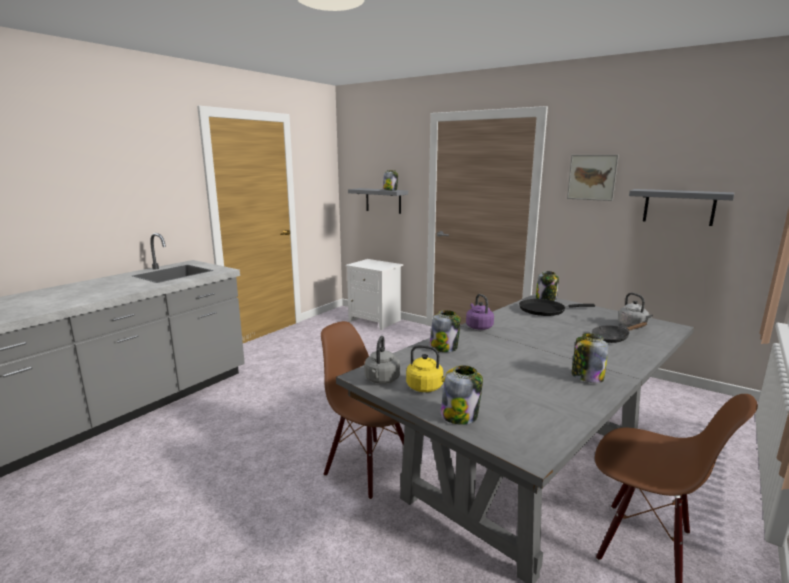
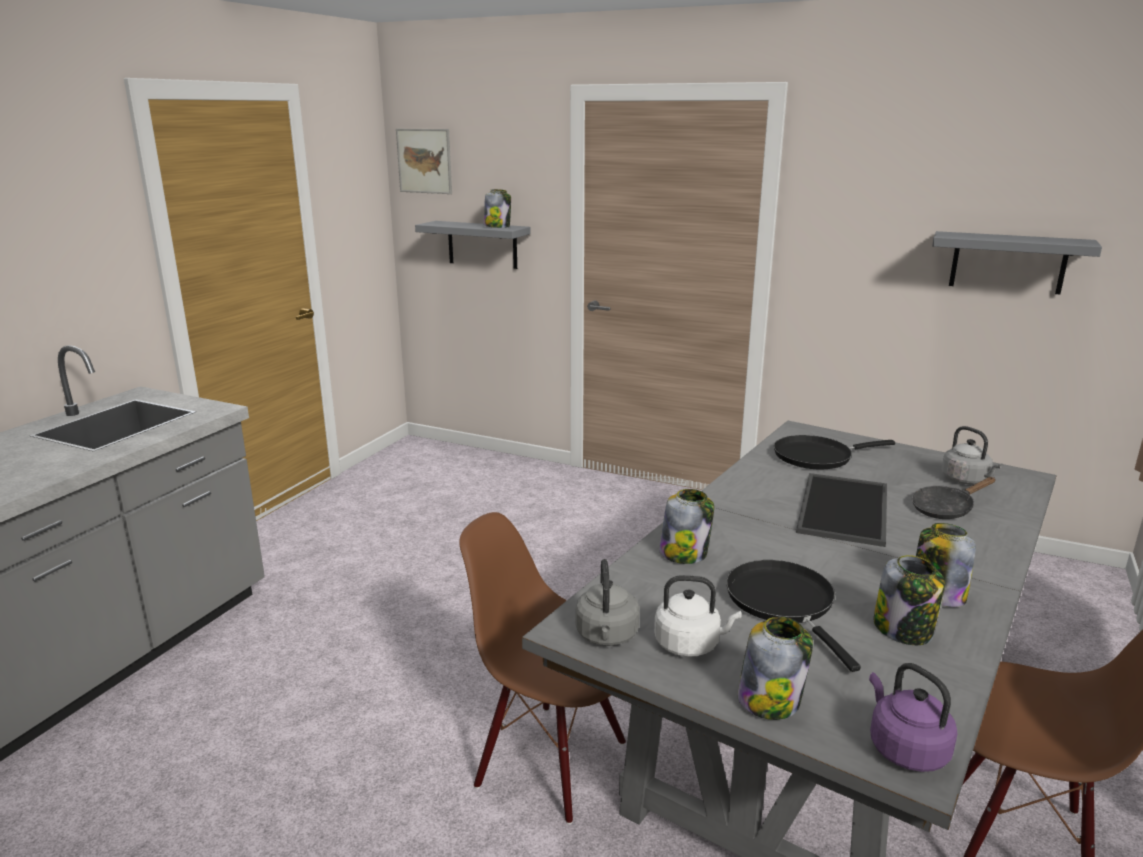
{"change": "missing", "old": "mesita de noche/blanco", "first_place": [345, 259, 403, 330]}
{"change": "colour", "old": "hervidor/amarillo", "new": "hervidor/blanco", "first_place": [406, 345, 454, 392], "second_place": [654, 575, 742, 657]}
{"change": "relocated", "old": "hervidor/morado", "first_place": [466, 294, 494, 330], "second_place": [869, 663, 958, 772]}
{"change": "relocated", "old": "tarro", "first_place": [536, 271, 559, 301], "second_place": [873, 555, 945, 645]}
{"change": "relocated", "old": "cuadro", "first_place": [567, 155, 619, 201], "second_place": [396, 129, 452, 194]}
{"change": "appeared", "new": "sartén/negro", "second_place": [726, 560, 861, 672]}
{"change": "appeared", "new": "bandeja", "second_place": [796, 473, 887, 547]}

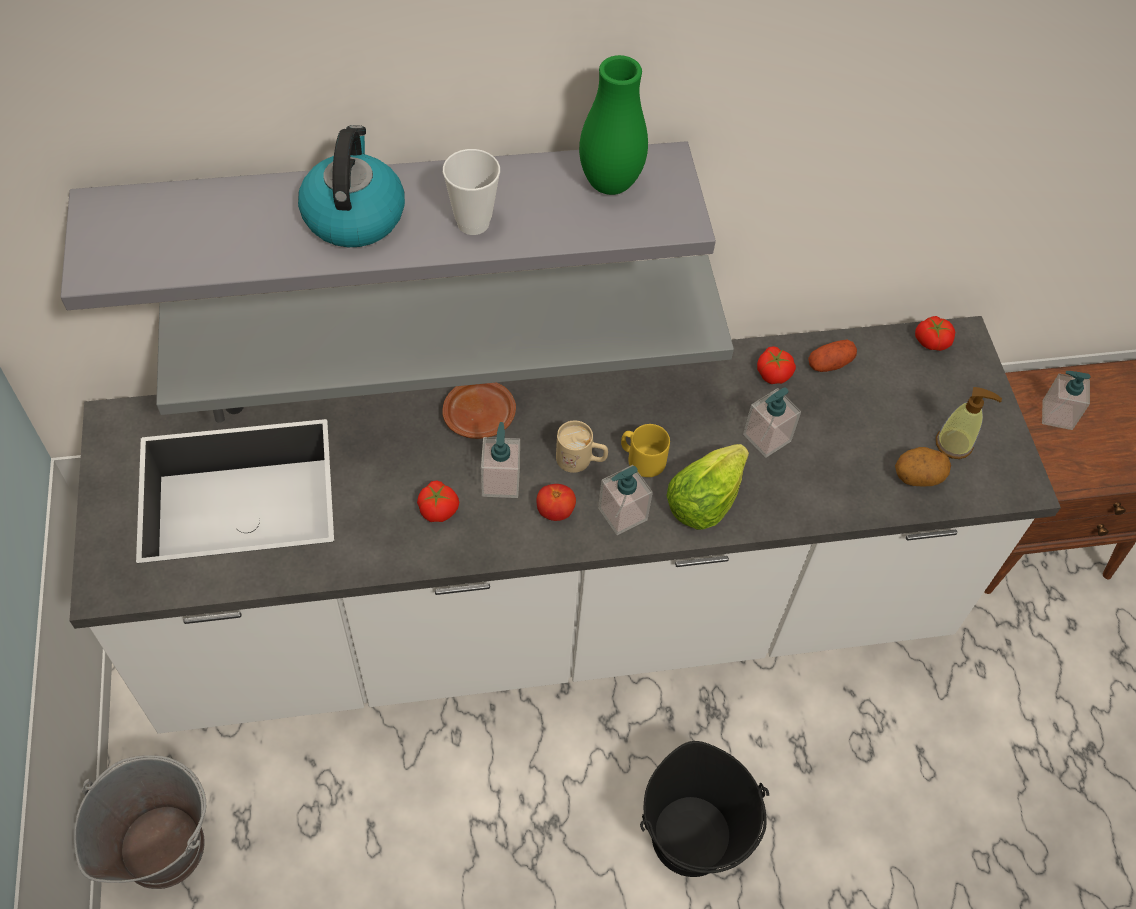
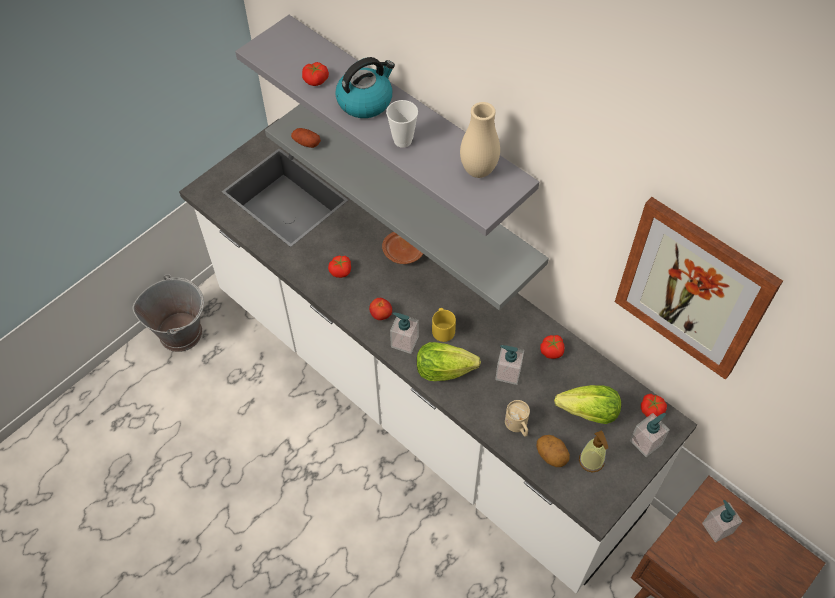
{"change": "relocated", "old": "dispensador de jabón", "first_place": [481, 422, 520, 498], "second_place": [630, 413, 670, 457]}
{"change": "relocated", "old": "taza grande/beis", "first_place": [556, 420, 608, 473], "second_place": [505, 400, 530, 437]}
{"change": "colour", "old": "florero/verde", "new": "florero/beis", "first_place": [579, 55, 648, 195], "second_place": [460, 102, 500, 178]}
{"change": "missing", "old": "cubo/negro", "first_place": [640, 741, 769, 877]}
{"change": "relocated", "old": "patata", "first_place": [808, 340, 857, 372], "second_place": [291, 128, 321, 148]}
{"change": "appeared", "new": "tomate", "second_place": [302, 62, 329, 86]}
{"change": "appeared", "new": "lechuga", "second_place": [554, 385, 621, 424]}
{"change": "appeared", "new": "cuadro", "second_place": [615, 197, 783, 380]}

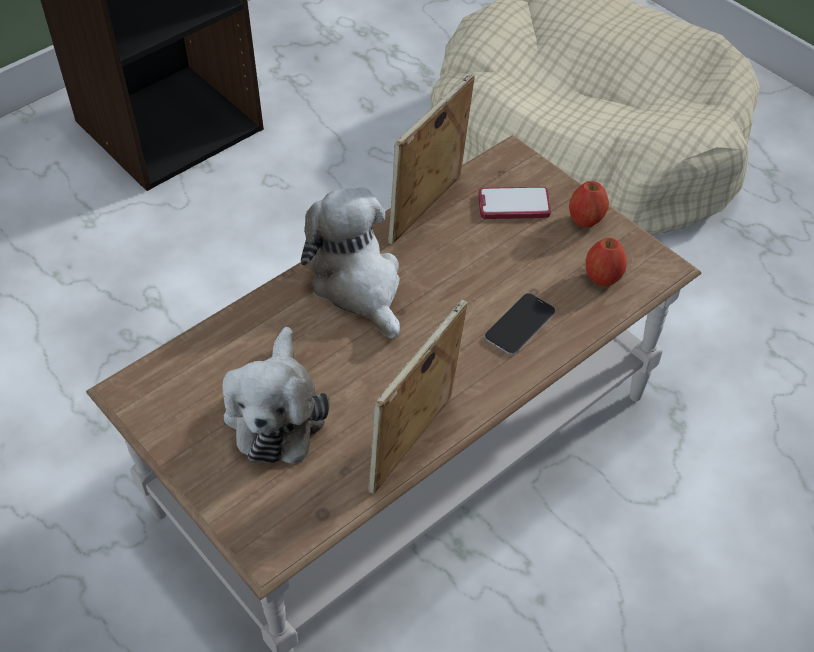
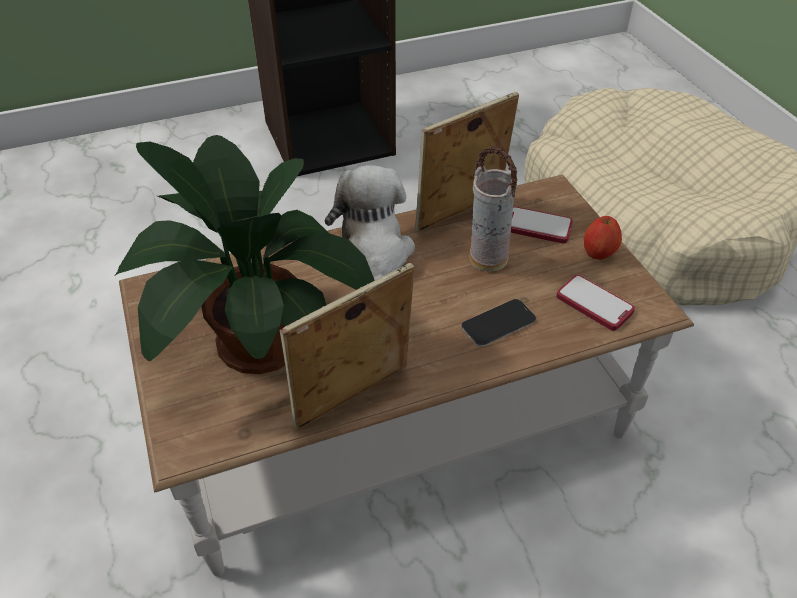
{"change": "exchanged", "old": "peluche", "new": "planta en maceta", "first_place": [222, 327, 330, 463], "second_place": [114, 135, 375, 374]}
{"change": "exchanged", "old": "manzana", "new": "móvil", "first_place": [586, 238, 627, 287], "second_place": [556, 275, 635, 331]}
{"change": "appeared", "new": "florero", "second_place": [469, 146, 517, 272]}

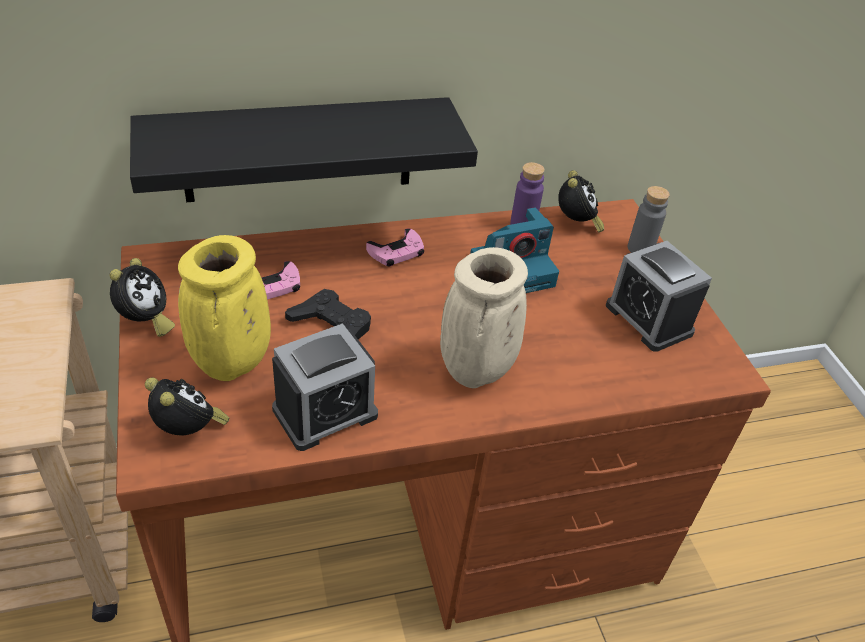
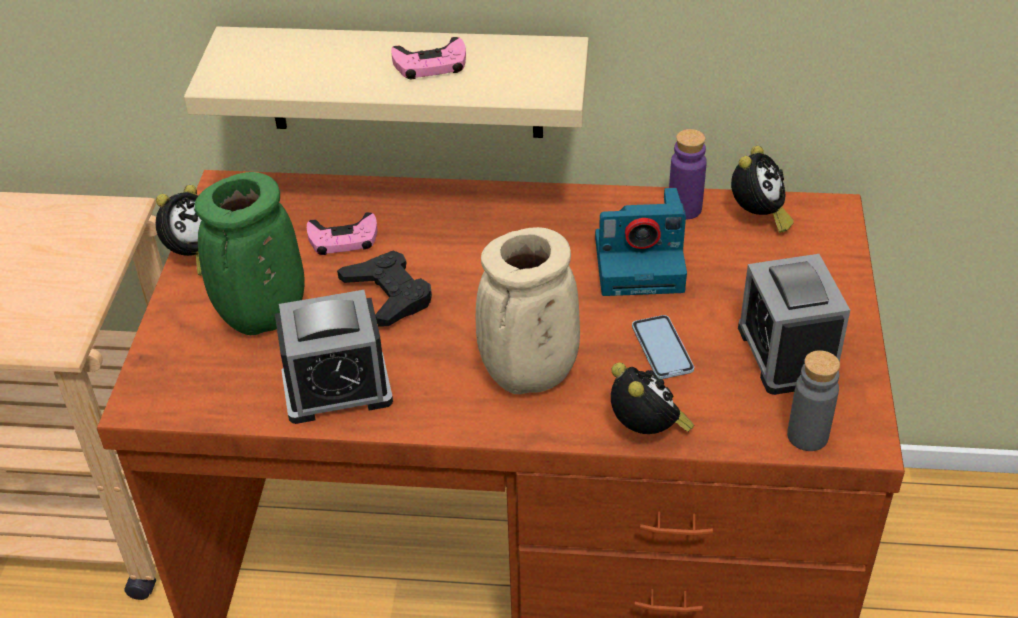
{"change": "colour", "old": "estante/negro", "new": "estante/beis", "first_place": [130, 97, 478, 202], "second_place": [184, 27, 589, 138]}
{"change": "relocated", "old": "despertador", "first_place": [145, 377, 230, 435], "second_place": [611, 362, 695, 434]}
{"change": "colour", "old": "florero/amarillo", "new": "florero/verde", "first_place": [178, 235, 271, 381], "second_place": [195, 172, 305, 335]}
{"change": "relocated", "old": "mando de consola/rosa", "first_place": [366, 228, 424, 266], "second_place": [391, 37, 466, 79]}
{"change": "relocated", "old": "botella/gris", "first_place": [628, 186, 670, 252], "second_place": [787, 350, 840, 451]}
{"change": "appeared", "new": "móvil", "second_place": [632, 315, 694, 379]}

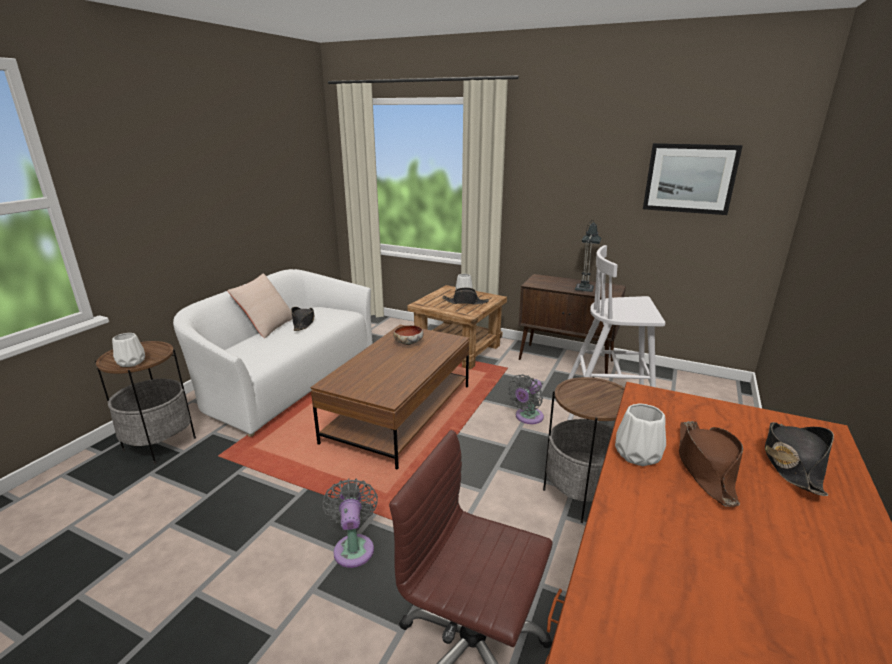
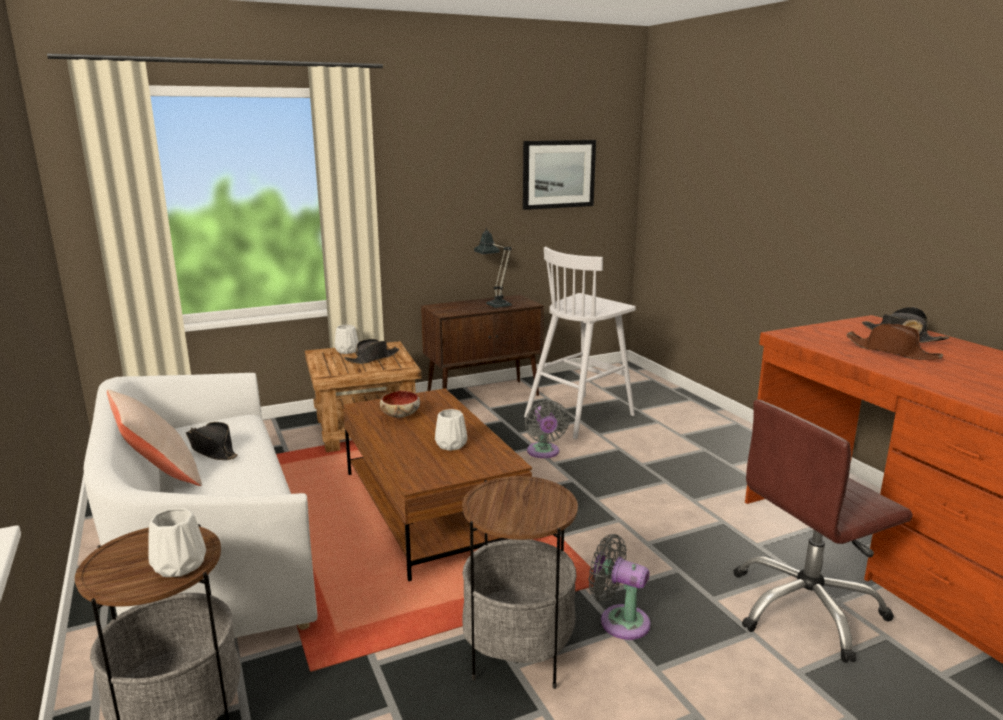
{"change": "relocated", "old": "mesa auxiliar", "first_place": [543, 377, 624, 523], "second_place": [462, 476, 578, 689]}
{"change": "relocated", "old": "florero/blanco", "first_place": [615, 404, 666, 466], "second_place": [435, 409, 468, 451]}

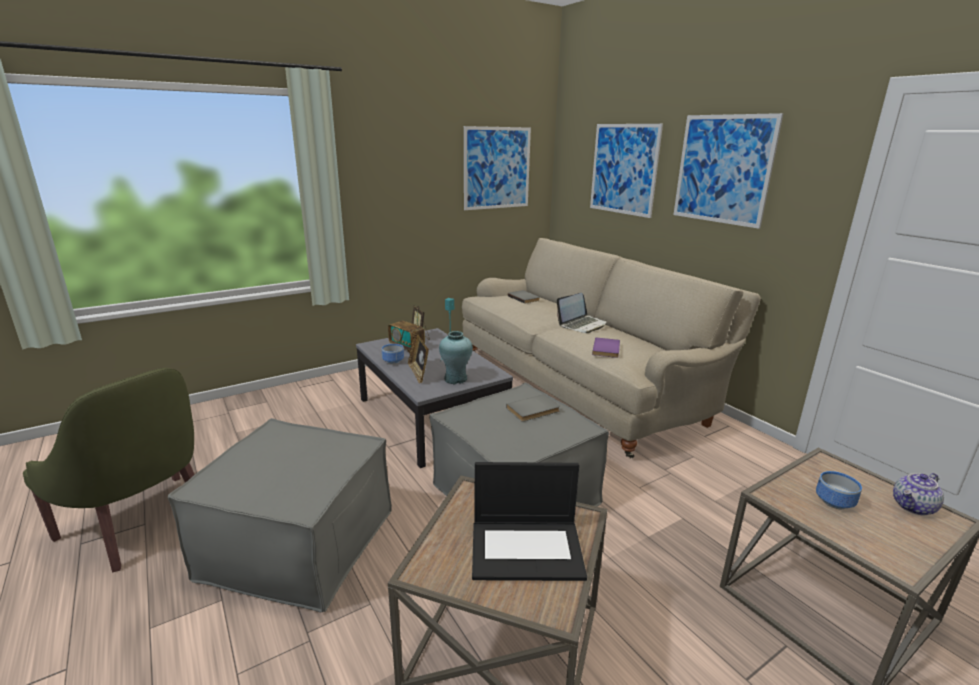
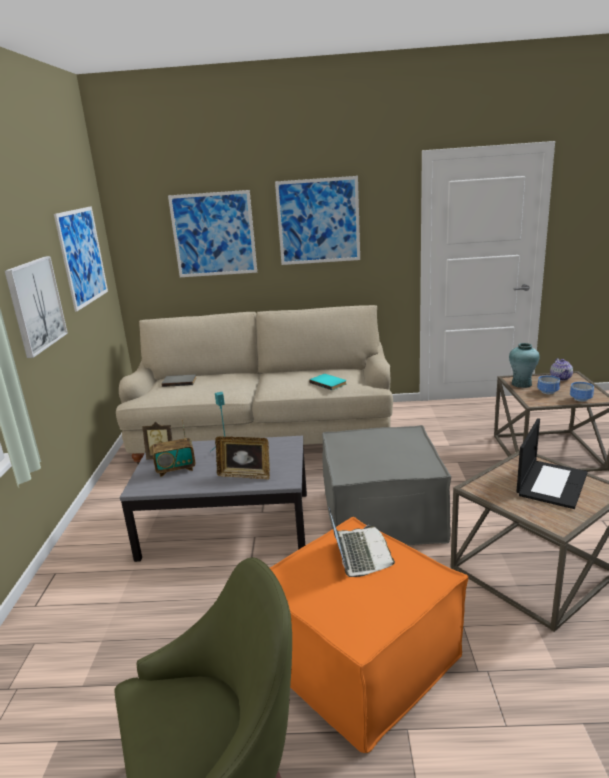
{"change": "colour", "old": "puf/gris", "new": "puf/naranja", "first_place": [168, 418, 392, 612], "second_place": [270, 517, 468, 753]}
{"change": "relocated", "old": "cuenco", "first_place": [382, 344, 404, 364], "second_place": [570, 382, 594, 402]}
{"change": "relocated", "old": "florero/turquesa", "first_place": [439, 331, 473, 384], "second_place": [509, 343, 540, 388]}
{"change": "missing", "old": "libro/gris", "first_place": [506, 395, 560, 422]}
{"change": "relocated", "old": "portátil", "first_place": [557, 293, 607, 333], "second_place": [329, 508, 395, 577]}
{"change": "colour", "old": "libro/morado", "new": "libro/turquesa", "first_place": [592, 338, 620, 358], "second_place": [309, 374, 347, 390]}
{"change": "appeared", "new": "cuadro", "second_place": [5, 256, 68, 358]}

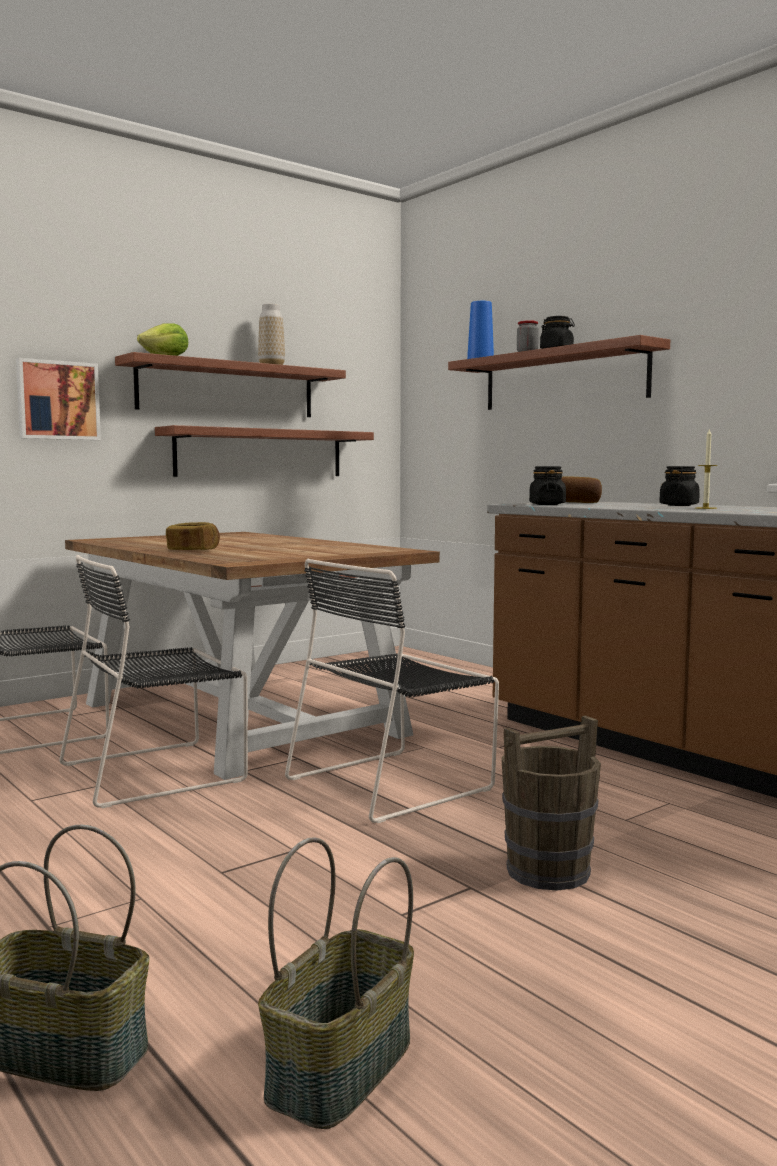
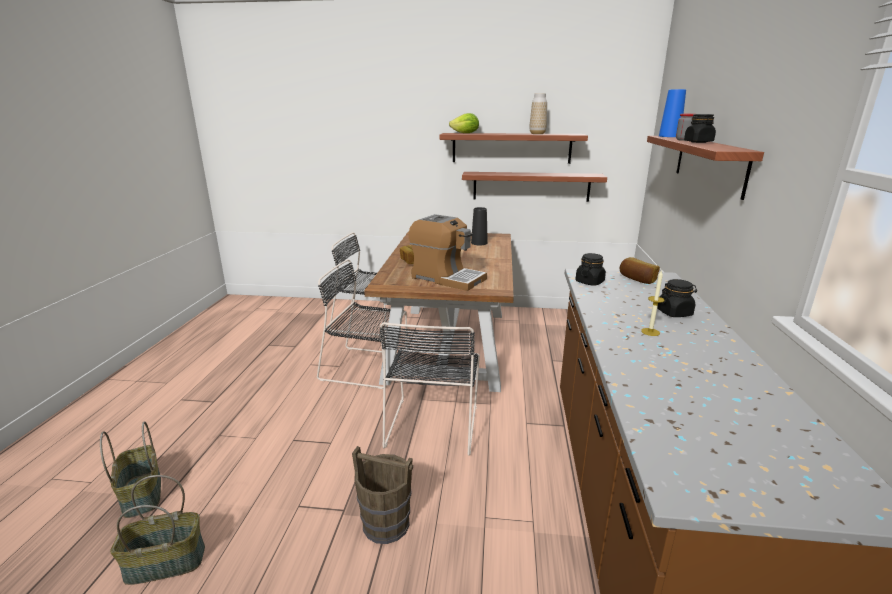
{"change": "missing", "old": "cuadro", "first_place": [16, 358, 101, 440]}
{"change": "spun", "old": "silla/negro", "first_place": [285, 559, 499, 823], "second_place": [380, 322, 480, 456], "degrees": -90}
{"change": "appeared", "new": "cafetera", "second_place": [409, 214, 487, 291]}
{"change": "appeared", "new": "florero/negro", "second_place": [471, 207, 488, 245]}

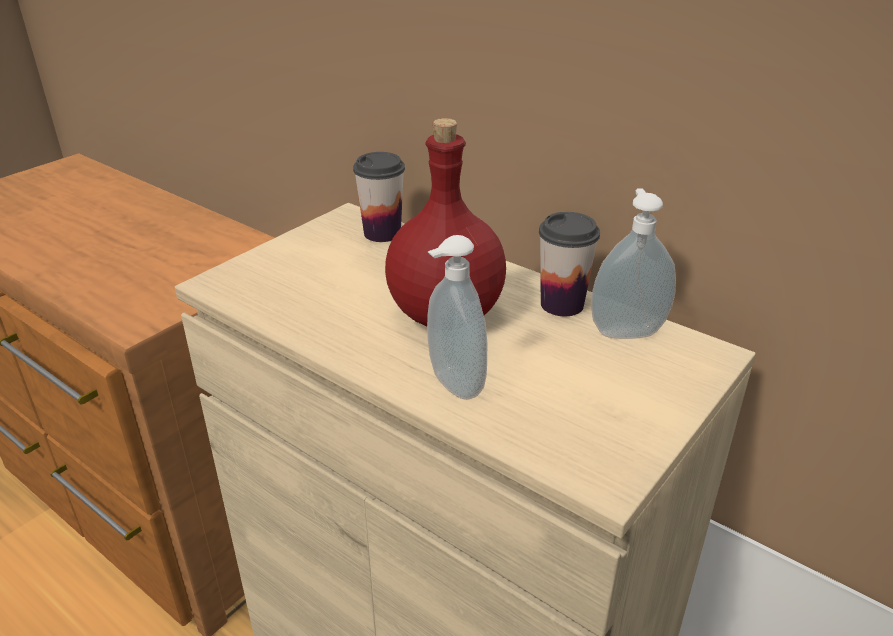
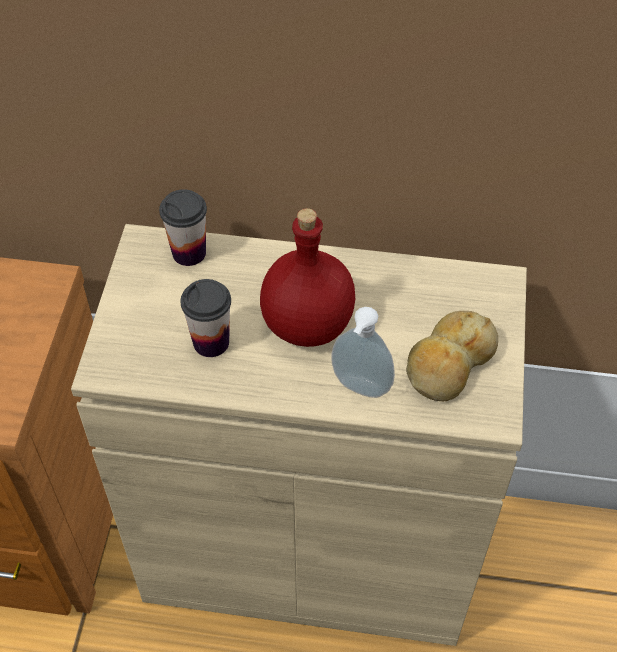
{"change": "relocated", "old": "taza", "first_place": [539, 212, 600, 316], "second_place": [181, 279, 231, 357]}
{"change": "missing", "old": "dispensador de jabón", "first_place": [591, 188, 676, 339]}
{"change": "appeared", "new": "pan", "second_place": [406, 311, 498, 401]}

